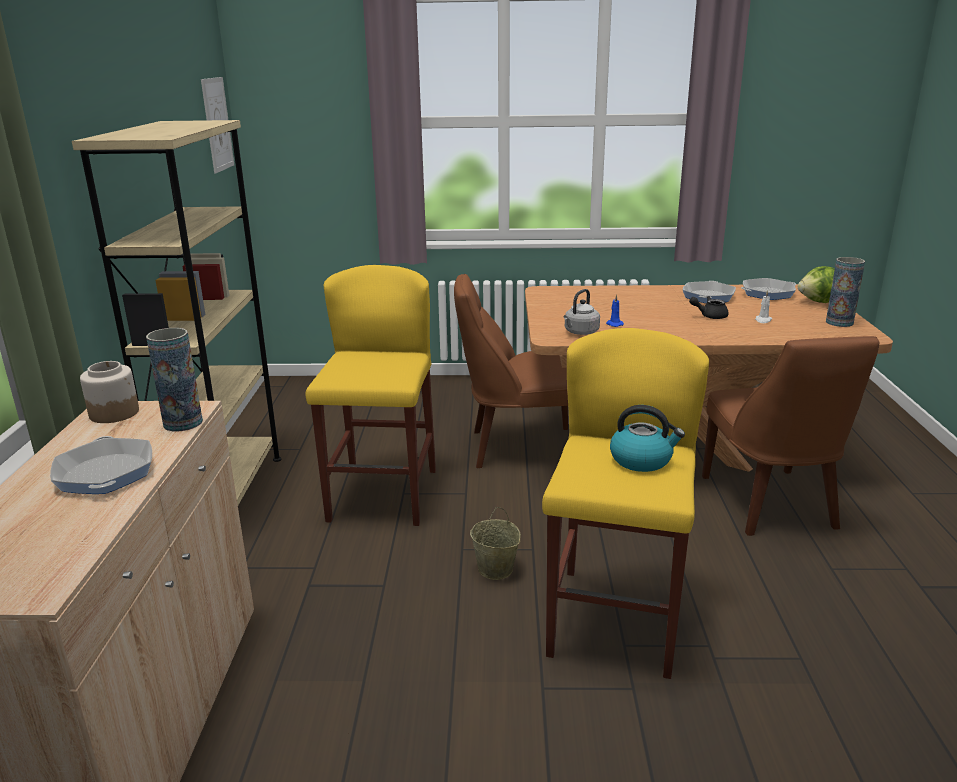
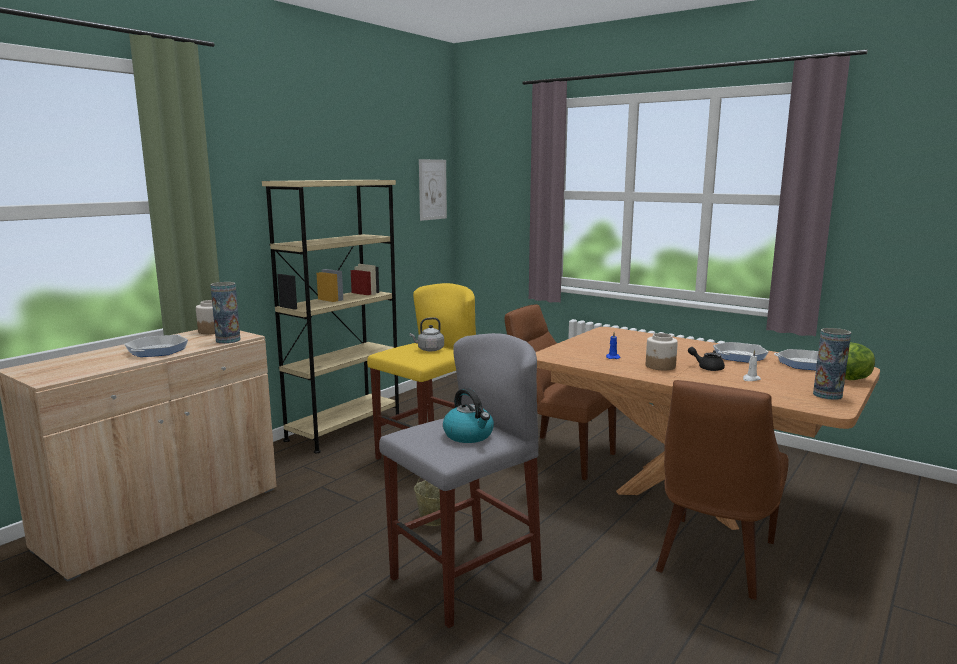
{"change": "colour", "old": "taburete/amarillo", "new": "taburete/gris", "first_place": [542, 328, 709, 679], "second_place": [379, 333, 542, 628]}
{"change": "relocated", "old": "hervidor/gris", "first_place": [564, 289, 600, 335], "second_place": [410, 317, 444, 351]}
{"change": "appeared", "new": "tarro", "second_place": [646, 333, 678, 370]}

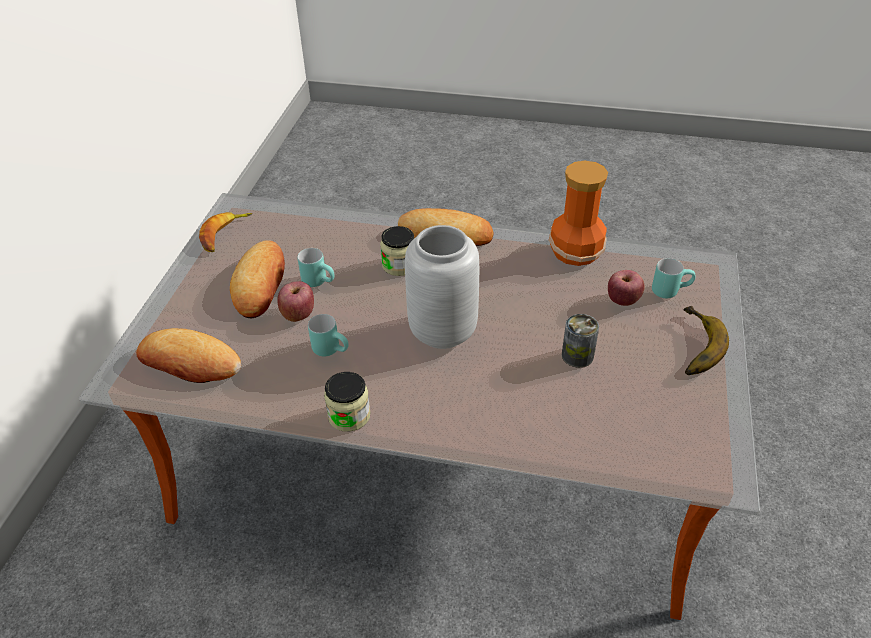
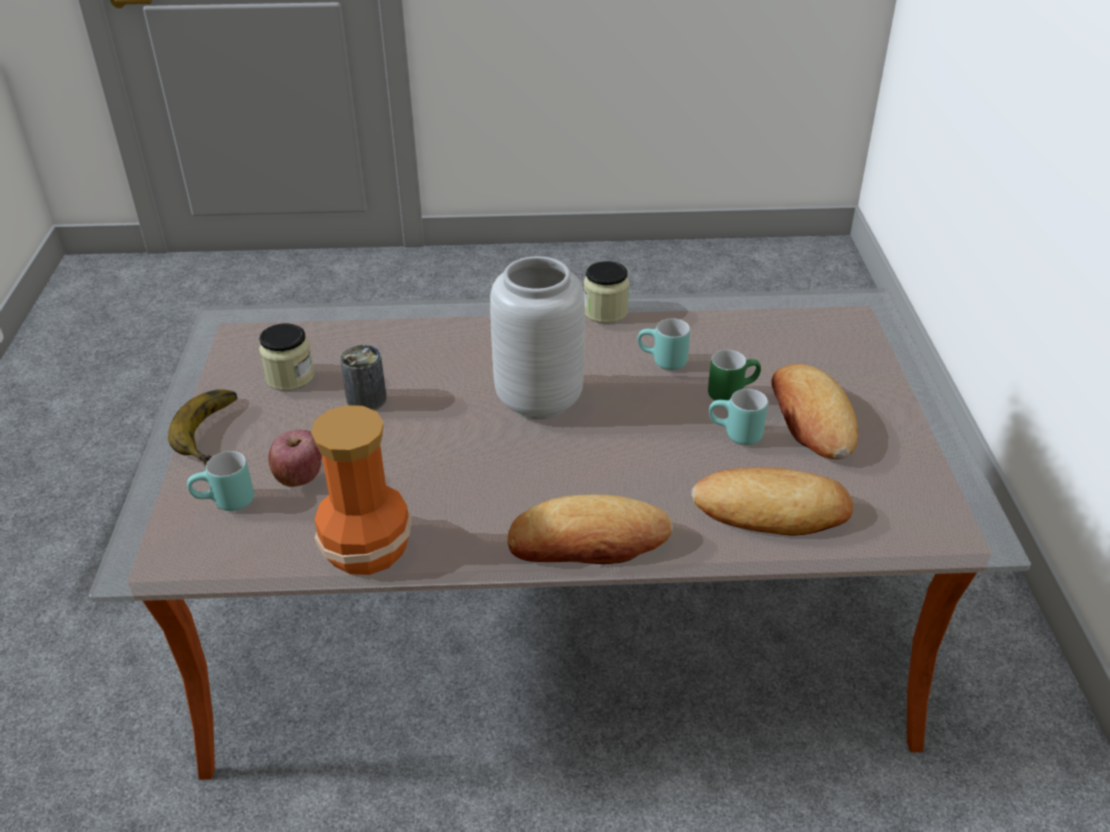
{"change": "relocated", "old": "pan", "first_place": [136, 328, 241, 383], "second_place": [691, 468, 853, 535]}
{"change": "missing", "old": "plátano", "first_place": [199, 212, 252, 252]}
{"change": "exchanged", "old": "manzana", "new": "taza grande/verde", "first_place": [277, 281, 314, 322], "second_place": [708, 350, 761, 400]}
{"change": "relocated", "old": "tarro", "first_place": [380, 226, 414, 276], "second_place": [259, 324, 314, 391]}

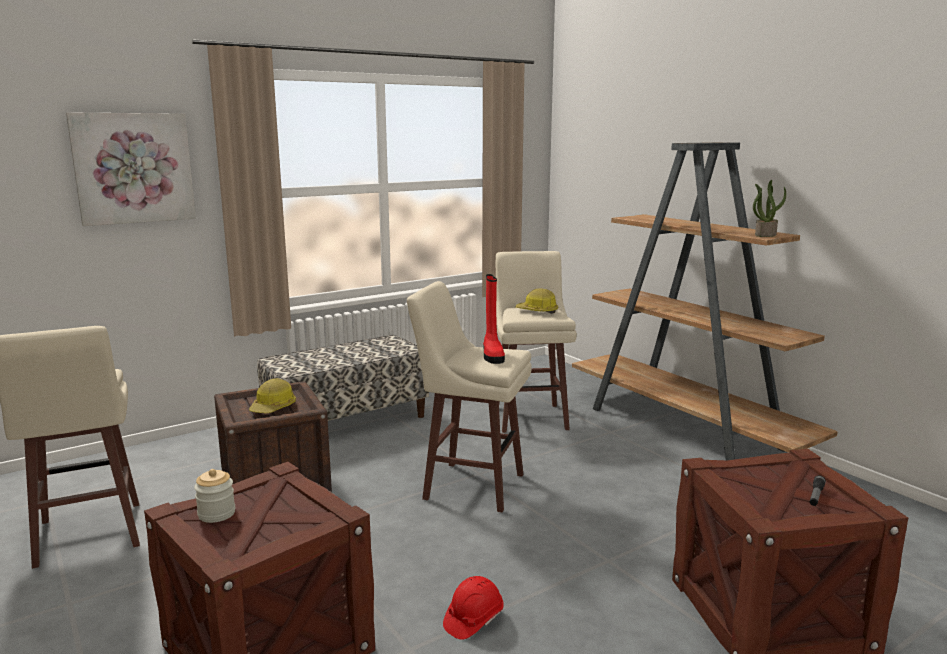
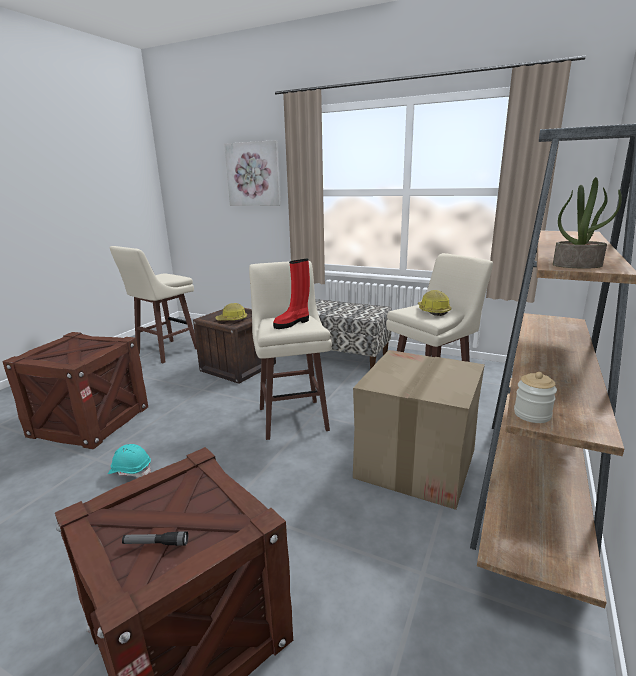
{"change": "relocated", "old": "tarro", "first_place": [194, 469, 235, 523], "second_place": [514, 372, 557, 423]}
{"change": "colour", "old": "casco/rojo", "new": "casco/turquesa", "first_place": [443, 576, 504, 640], "second_place": [108, 444, 151, 477]}
{"change": "appeared", "new": "caja de cartón", "second_place": [353, 350, 485, 510]}

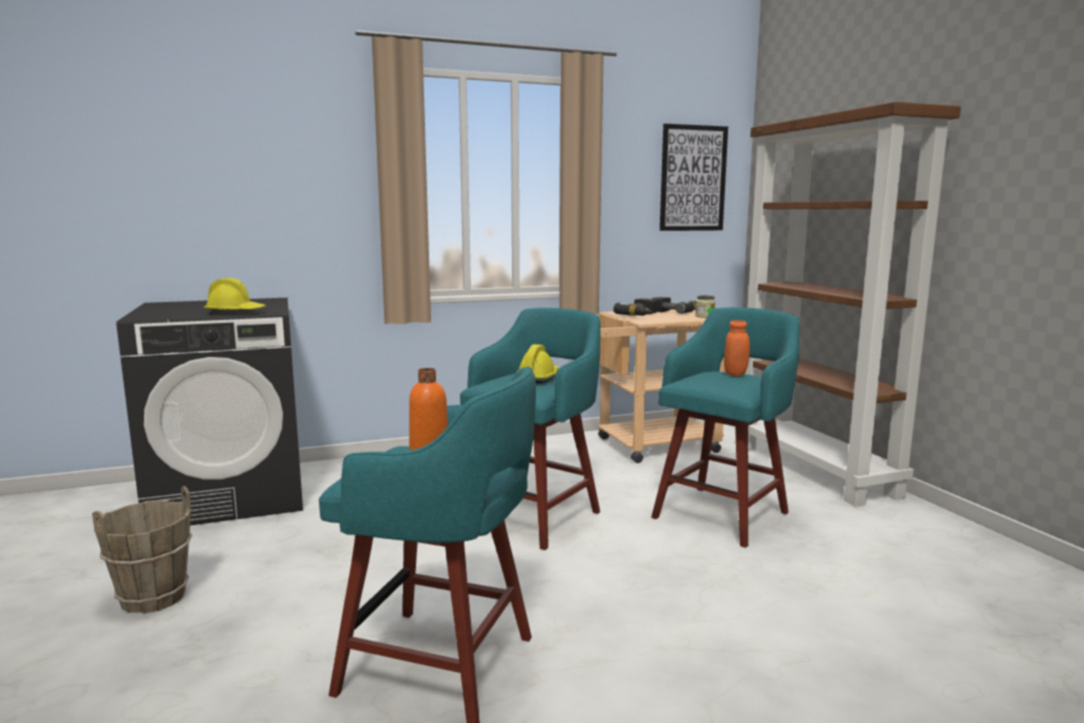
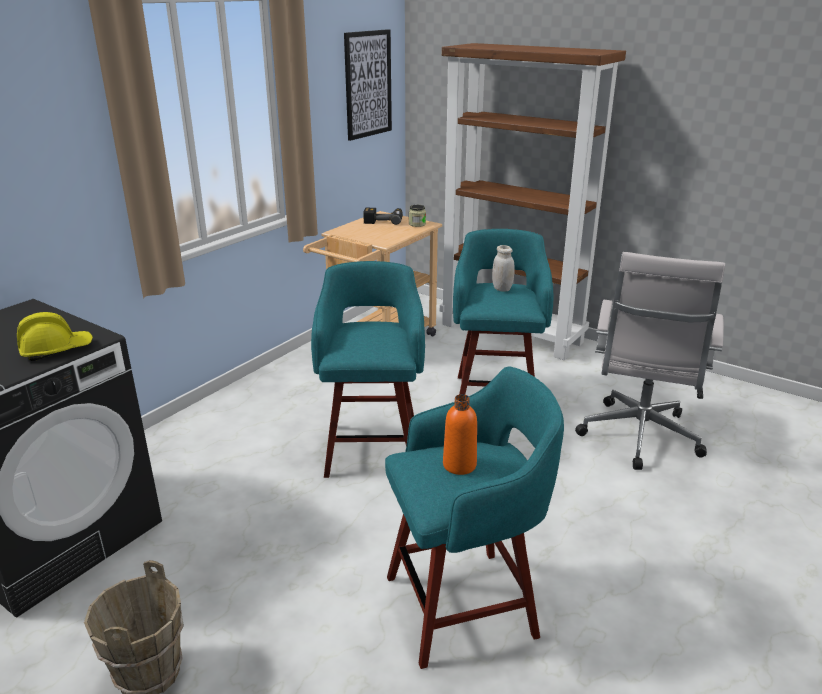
{"change": "missing", "old": "casco/amarillo", "first_place": [516, 344, 560, 383]}
{"change": "missing", "old": "taladro", "first_place": [613, 298, 657, 316]}
{"change": "colour", "old": "tarro/naranja", "new": "tarro/blanco", "first_place": [724, 320, 750, 376], "second_place": [492, 245, 515, 292]}
{"change": "appeared", "new": "silla de oficina/blanco", "second_place": [575, 252, 725, 470]}

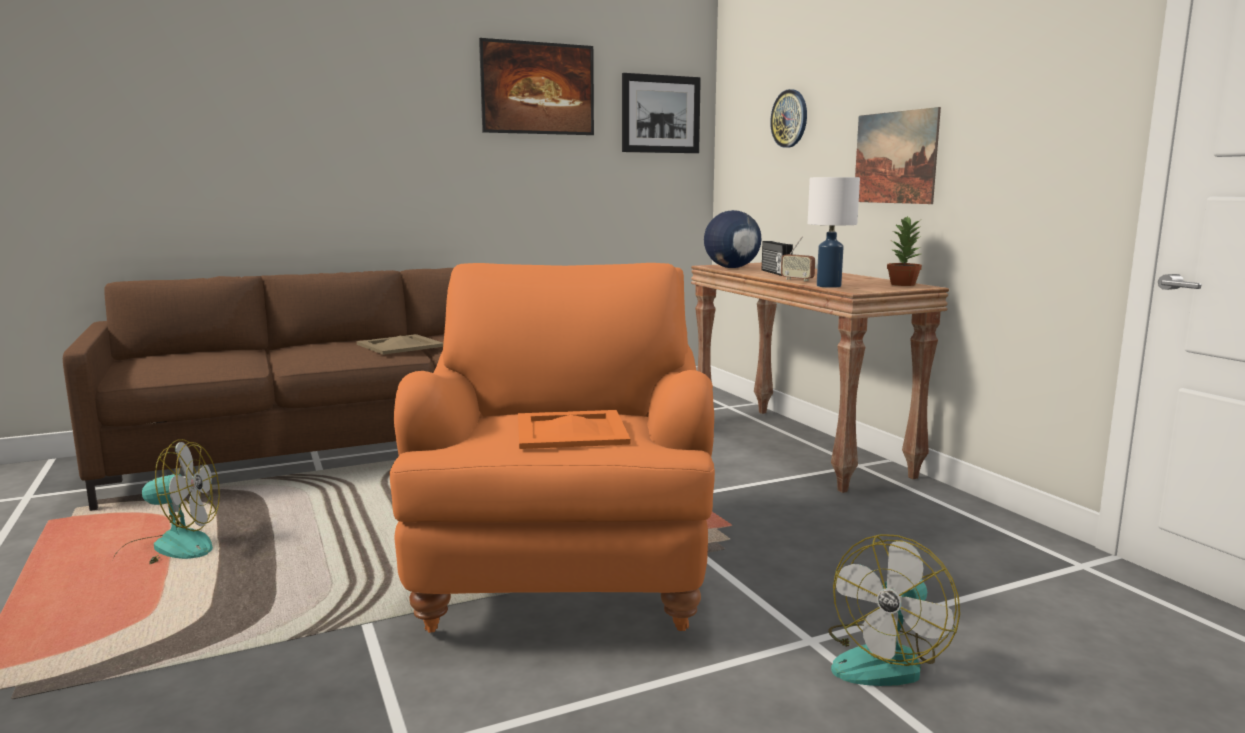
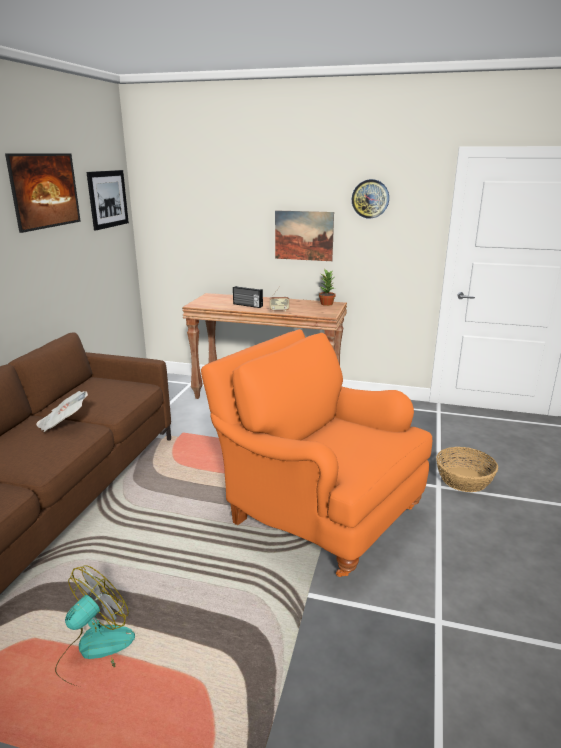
{"change": "exchanged", "old": "bandeja/beis", "new": "periódico", "first_place": [357, 334, 443, 355], "second_place": [36, 391, 88, 432]}
{"change": "missing", "old": "bandeja/naranja", "first_place": [518, 410, 631, 449]}
{"change": "missing", "old": "globo terráqueo", "first_place": [704, 210, 761, 268]}
{"change": "relocated", "old": "reloj de pared", "first_place": [770, 89, 807, 148], "second_place": [352, 179, 389, 219]}
{"change": "missing", "old": "lámpara de mesa/blanco", "first_place": [808, 177, 860, 288]}
{"change": "exchanged", "old": "ventilador", "new": "cesta", "first_place": [828, 534, 960, 686], "second_place": [436, 447, 498, 492]}

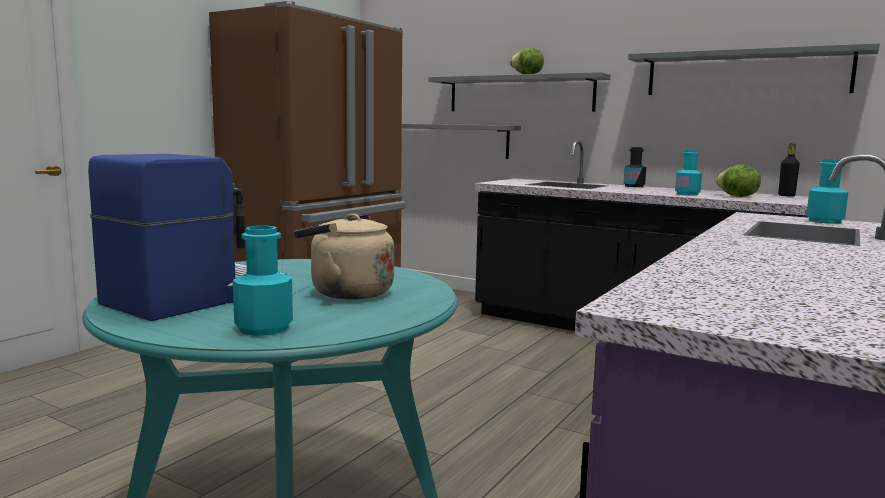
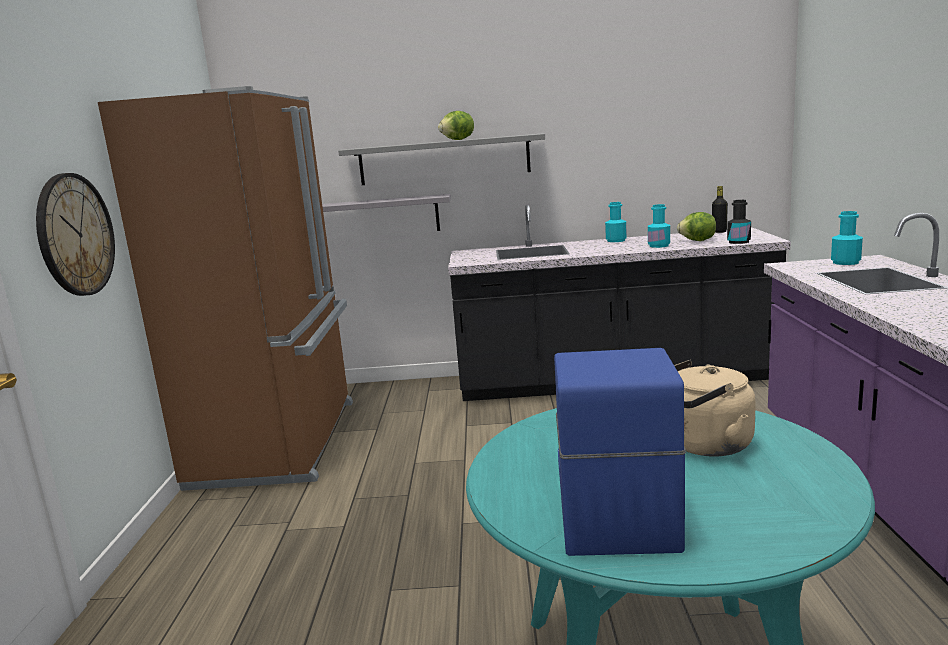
{"change": "relocated", "old": "botella/turquesa", "first_place": [233, 226, 293, 336], "second_place": [605, 202, 627, 242]}
{"change": "relocated", "old": "botella/negro", "first_place": [624, 147, 646, 187], "second_place": [727, 200, 751, 244]}
{"change": "missing", "old": "estante/gris", "first_place": [628, 43, 880, 95]}
{"change": "appeared", "new": "reloj de pared", "second_place": [36, 173, 115, 296]}

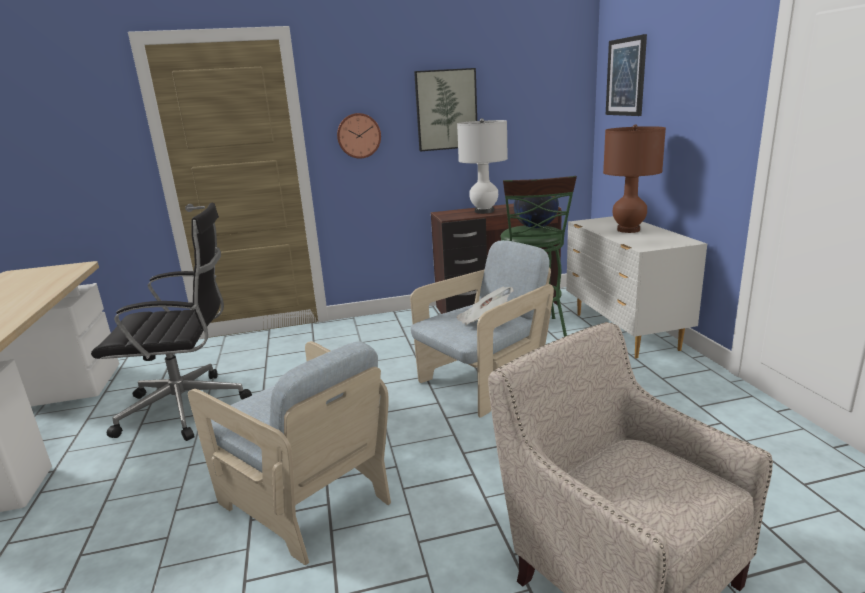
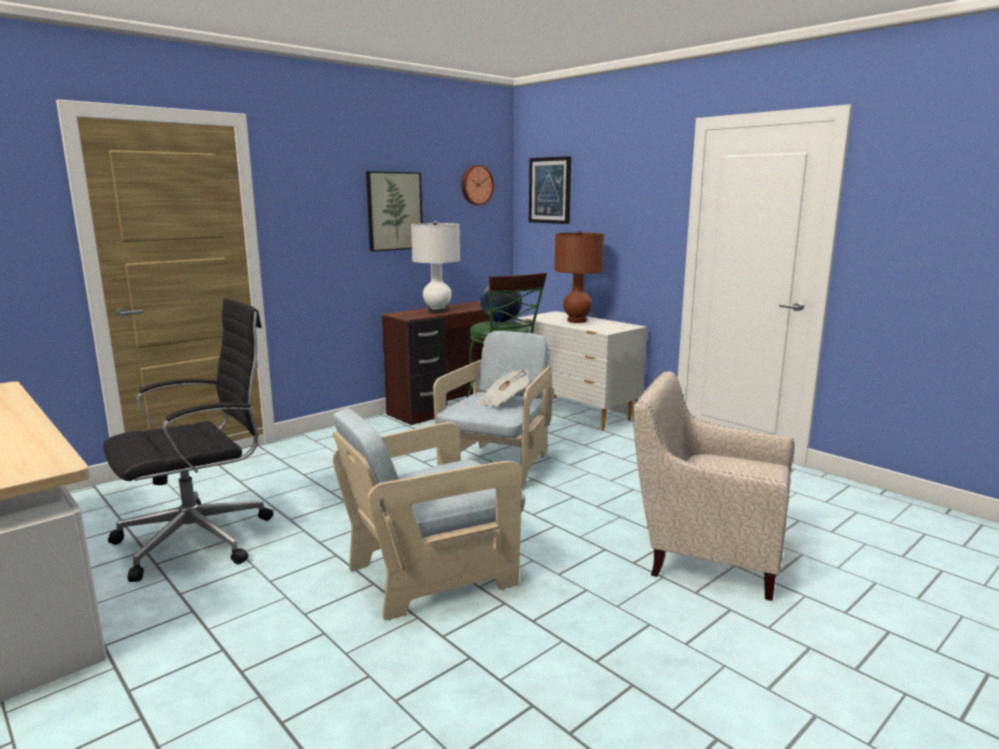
{"change": "spun", "old": "sillón/beis", "first_place": [188, 341, 391, 565], "second_place": [333, 408, 525, 620], "degrees": 135}
{"change": "relocated", "old": "reloj de pared", "first_place": [337, 113, 381, 159], "second_place": [461, 165, 494, 205]}

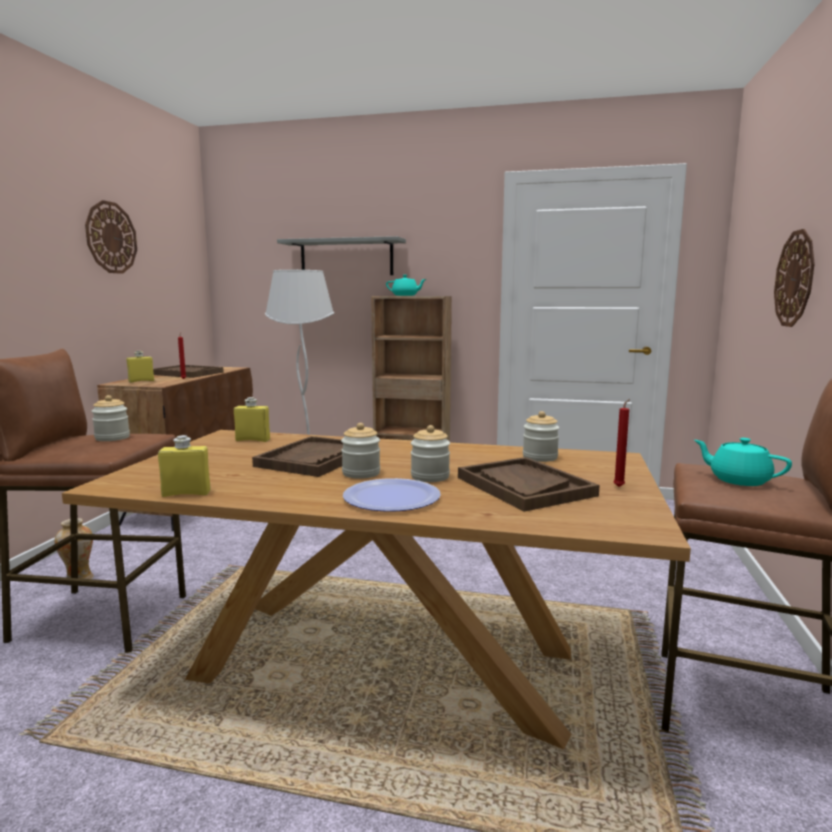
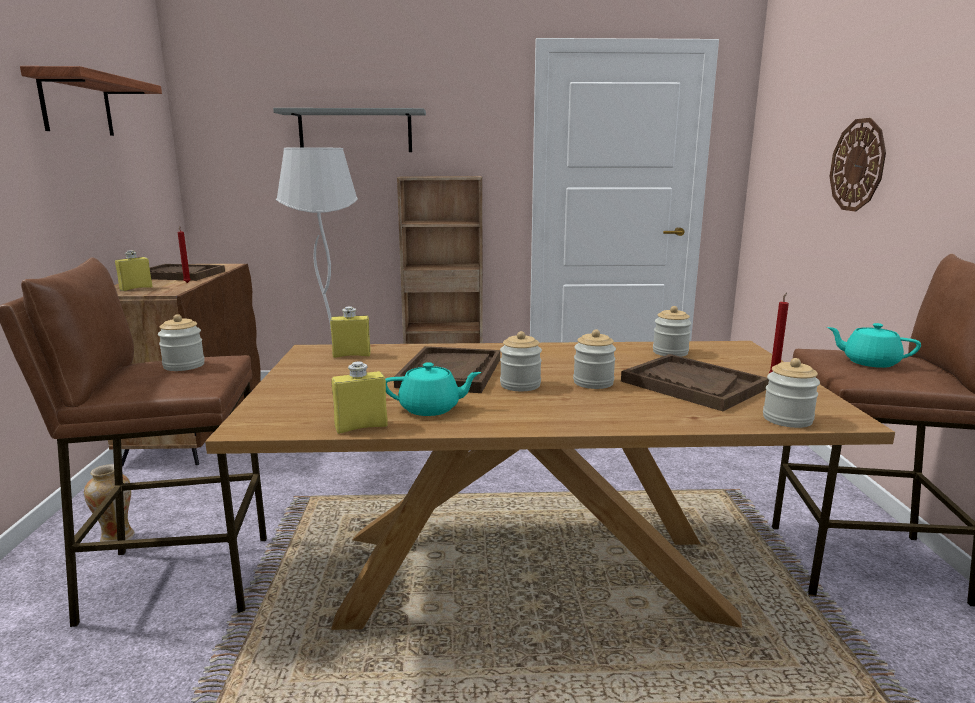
{"change": "exchanged", "old": "reloj de pared", "new": "estante", "first_place": [85, 200, 137, 274], "second_place": [20, 66, 162, 136]}
{"change": "missing", "old": "plato", "first_place": [343, 478, 441, 512]}
{"change": "relocated", "old": "tetera/turquesa", "first_place": [386, 275, 426, 296], "second_place": [385, 362, 481, 416]}
{"change": "appeared", "new": "tarro", "second_place": [763, 358, 820, 428]}

